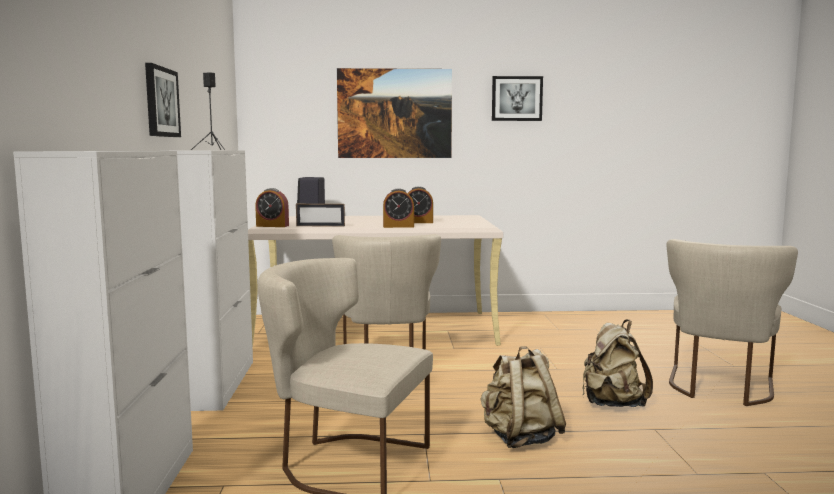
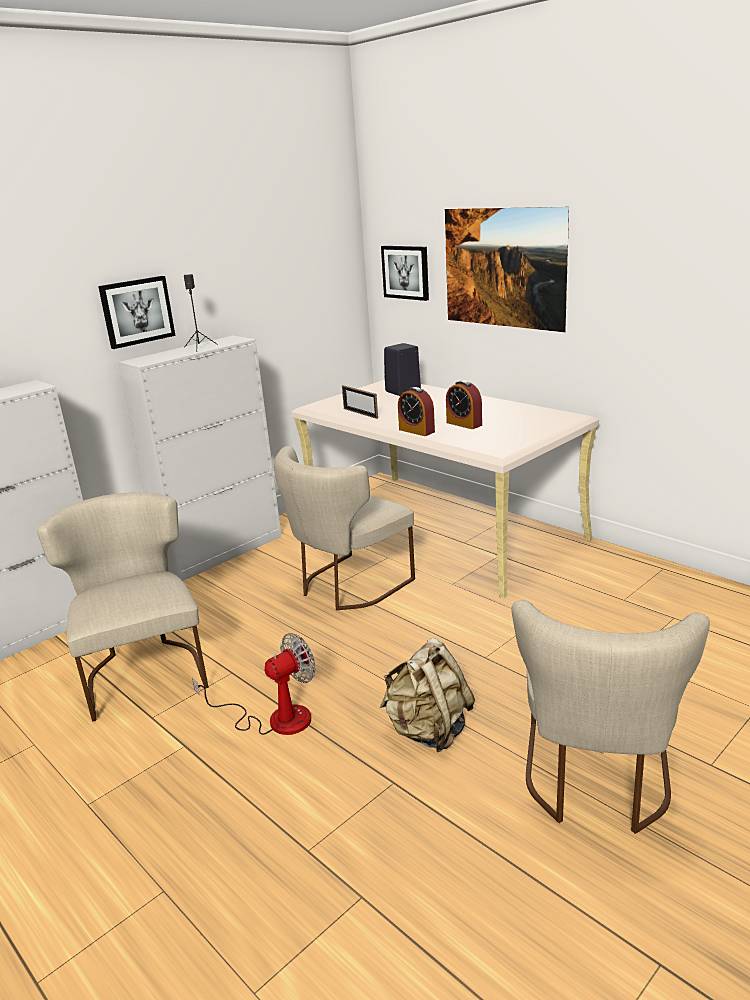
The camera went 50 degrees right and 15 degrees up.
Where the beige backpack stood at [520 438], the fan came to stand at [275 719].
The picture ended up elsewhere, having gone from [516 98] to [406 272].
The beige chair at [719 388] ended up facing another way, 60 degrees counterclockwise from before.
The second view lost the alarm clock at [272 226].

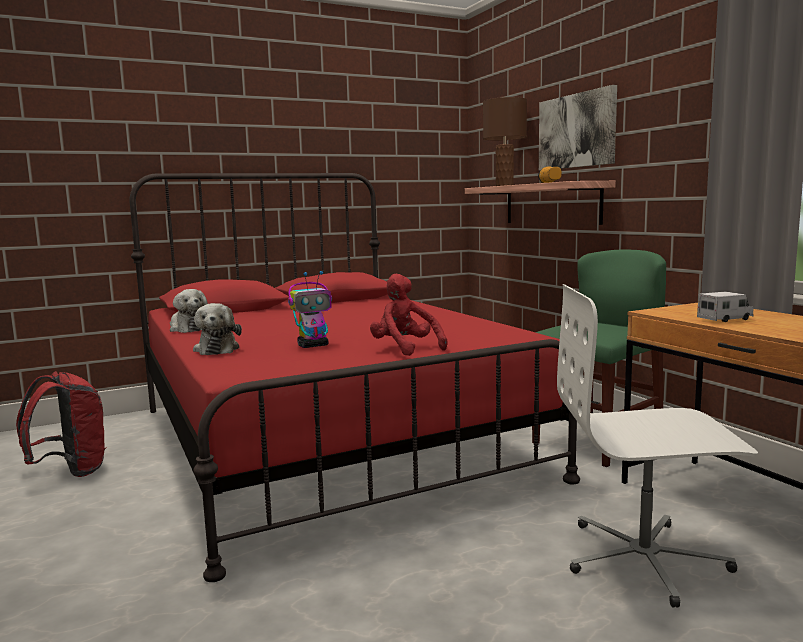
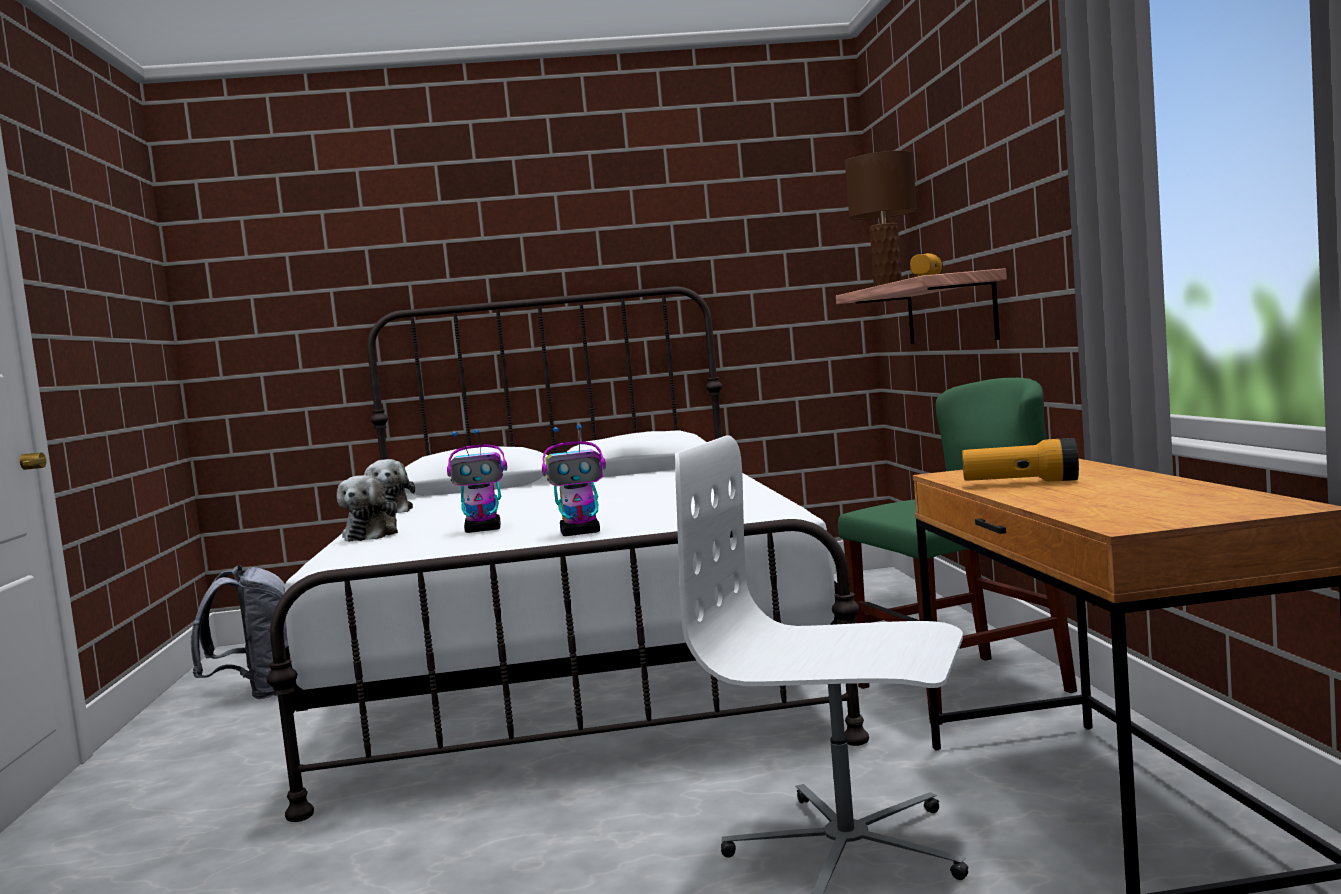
The camera went 20 degrees right and 5 degrees down.
What was the red backpack at [71 471] turned into the grey backpack at [257 693].
What was the red bed at [327 441] turned into the white bed at [576 671].
Where the red plush toy stood at [405 349], the toy robot came to stand at [581 533].
Where the toy truck stood at [725 319], the flashlight came to stand at [1020 483].
The second view lost the picture at [577 131].

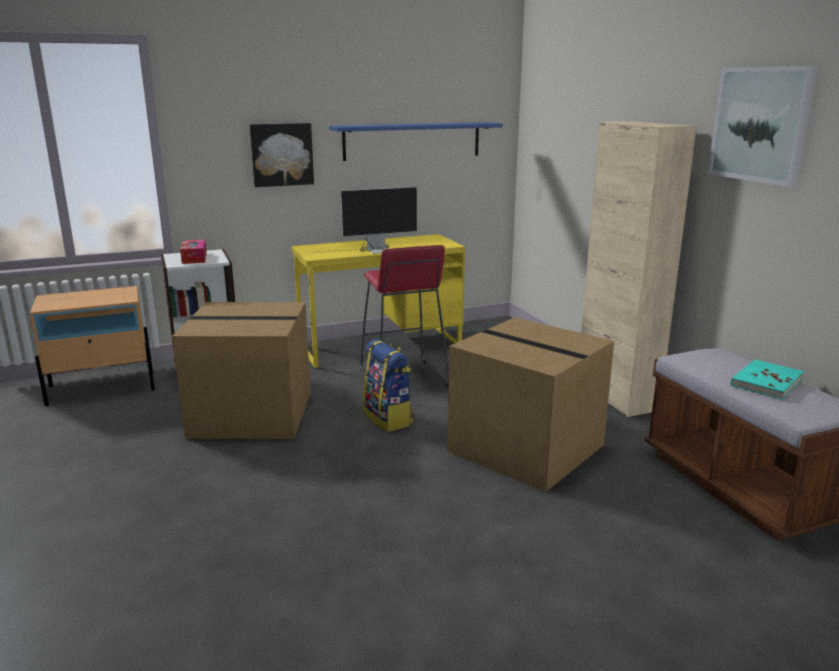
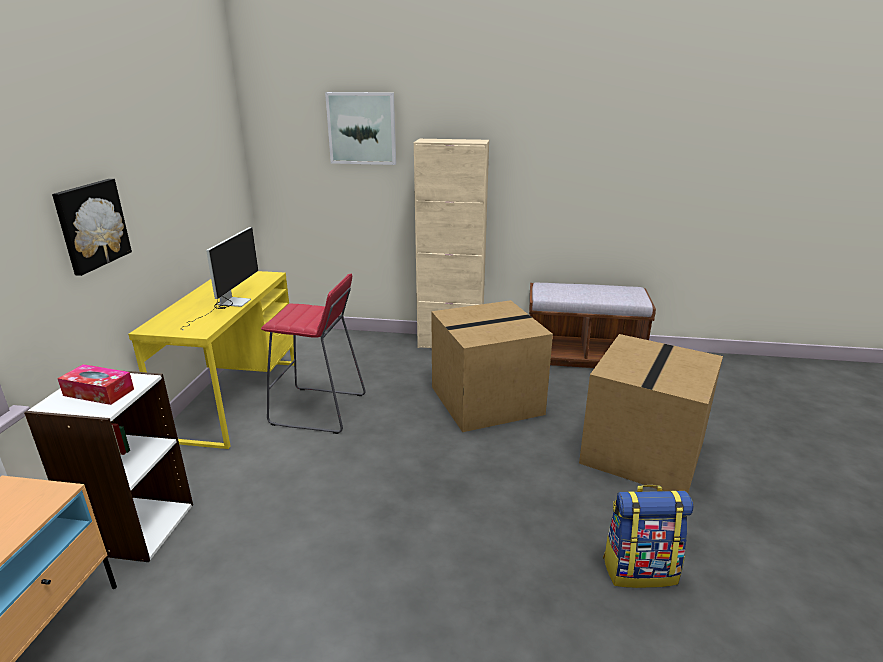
The camera went 60 degrees left and 5 degrees up.
The picture ended up elsewhere, having gone from [761 124] to [362 128].
The cardboard box ended up elsewhere, having gone from [250 415] to [644 453].
The backpack ended up elsewhere, having gone from [389 419] to [639 569].
The second view lost the blue shelf at [412 141].
The second view lost the turquoise book at [766 382].

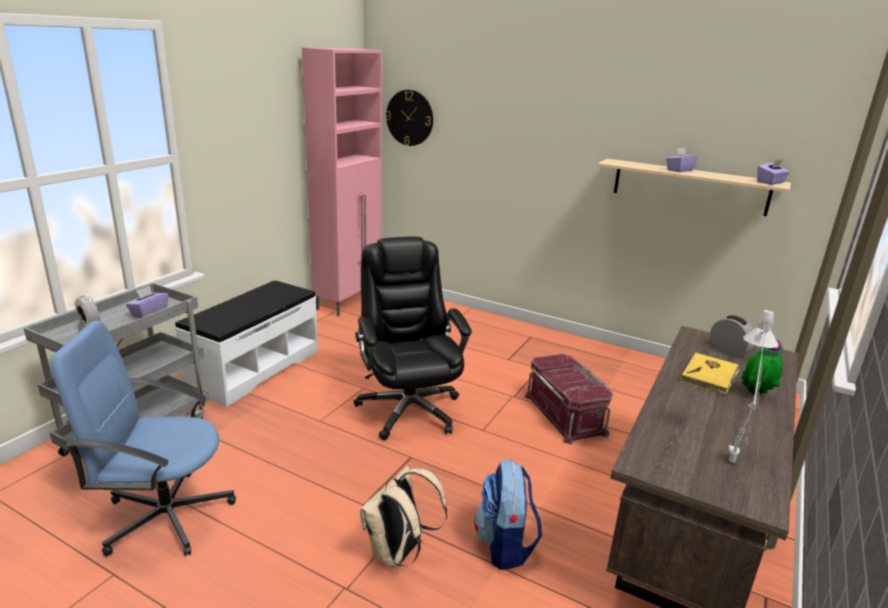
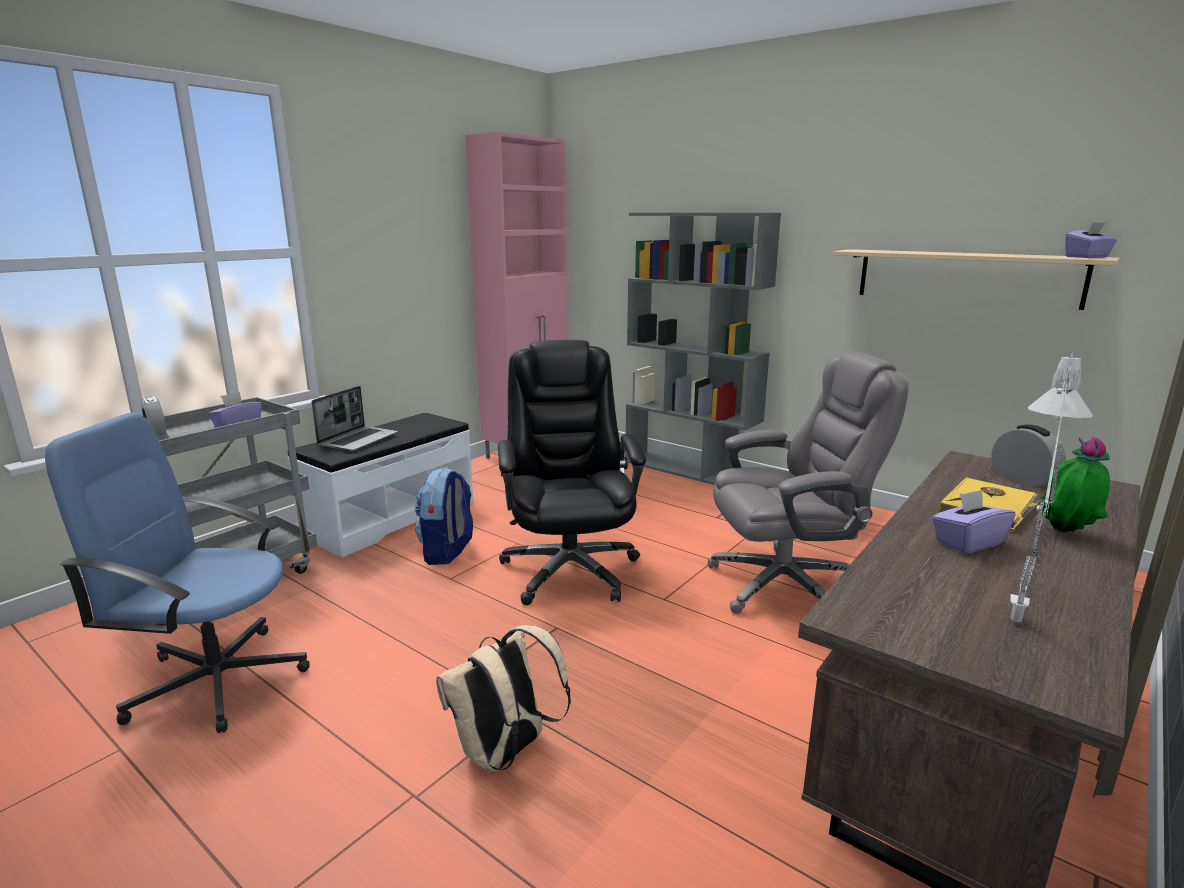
The camera went 10 degrees right and 5 degrees down.
The second view gained the laptop at [358 440].
The backpack ended up elsewhere, having gone from [505 545] to [447 552].
The second view gained the grey bookcase at [690 471].
Where the red storage box stood at [566 414], the grey office chair came to stand at [786 585].
The purple tissue box ended up elsewhere, having gone from [679 170] to [967 543].
The second view lost the wall clock at [409 118].

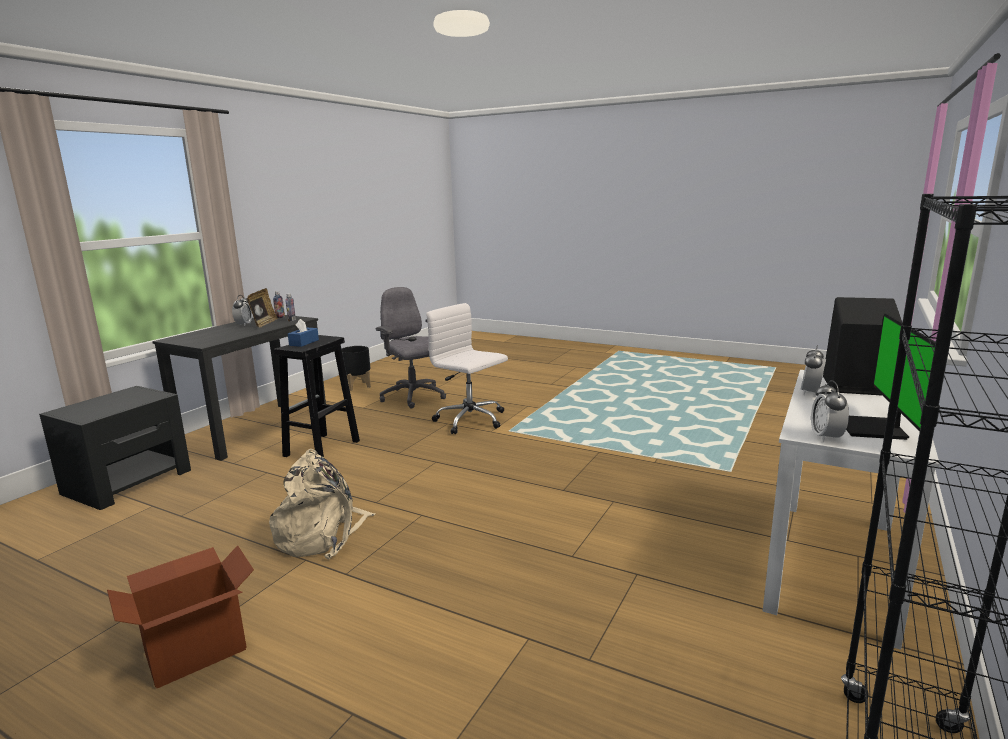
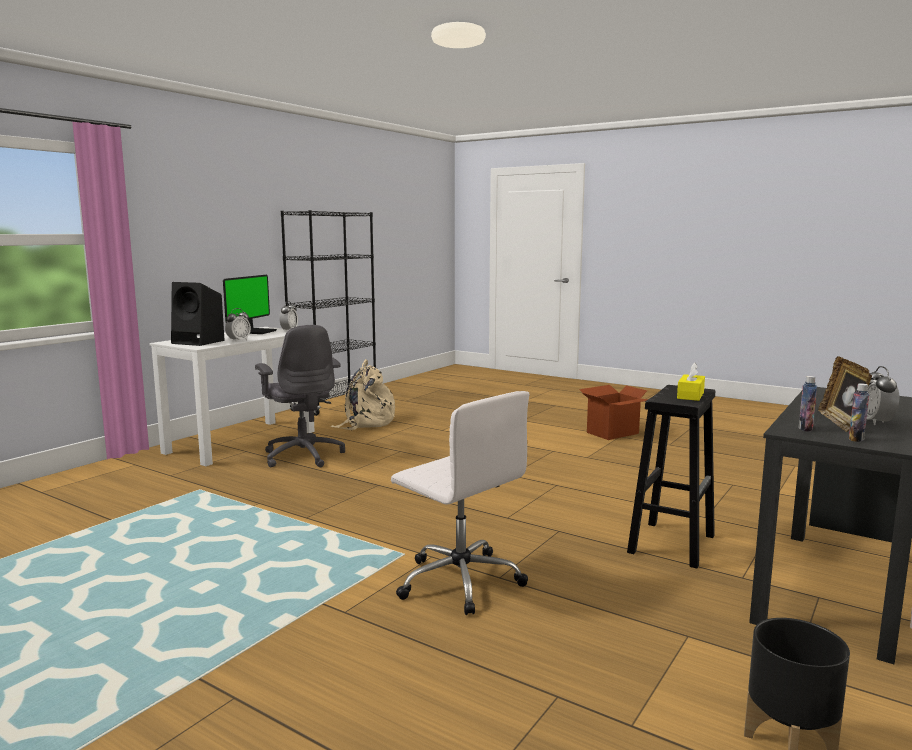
The camera went 175 degrees left and 5 degrees down.
The grey office chair ended up elsewhere, having gone from [413 397] to [303 456].
The beige backpack ended up elsewhere, having gone from [322 535] to [366 422].
What was the blue tissue box at [304 342] turned into the yellow tissue box at [690 395].

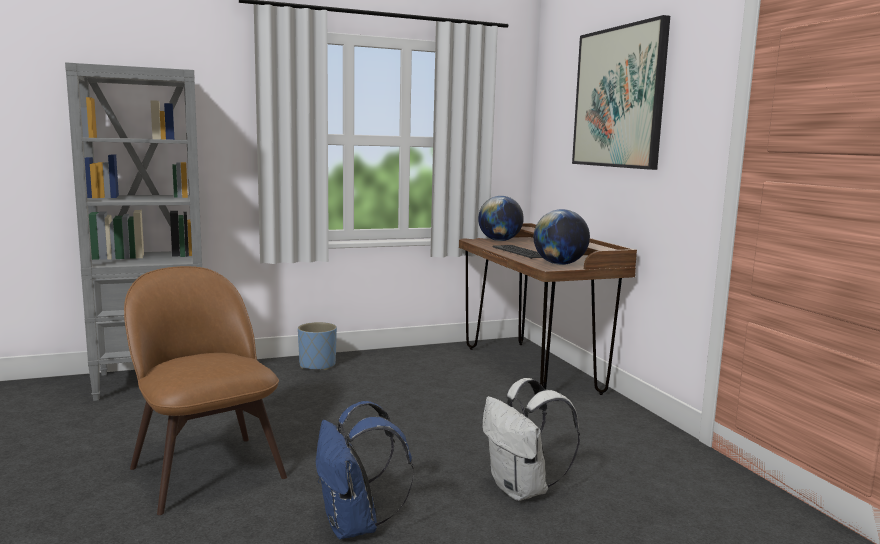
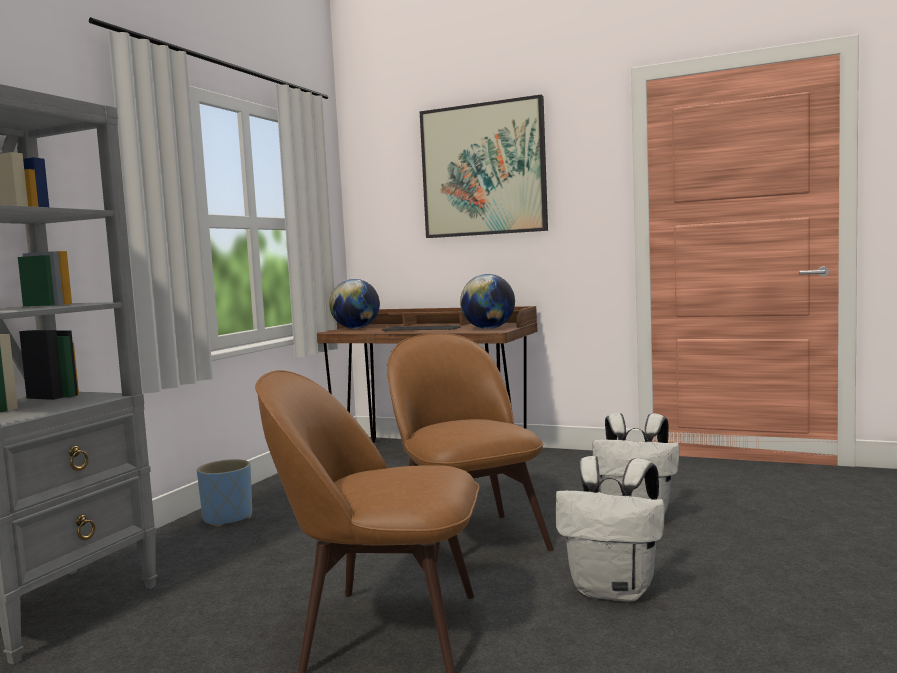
The camera went 45 degrees left and 5 degrees down.
The second view gained the brown chair at [467 540].
What was the blue backpack at [355 526] turned into the white backpack at [614 590].

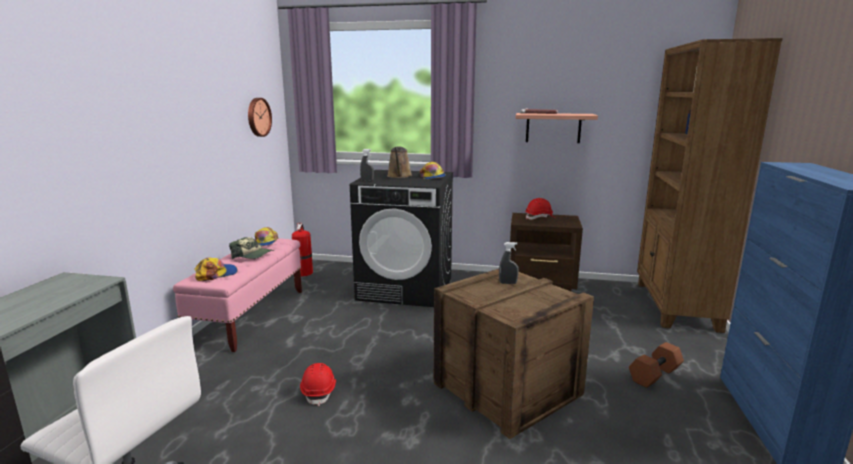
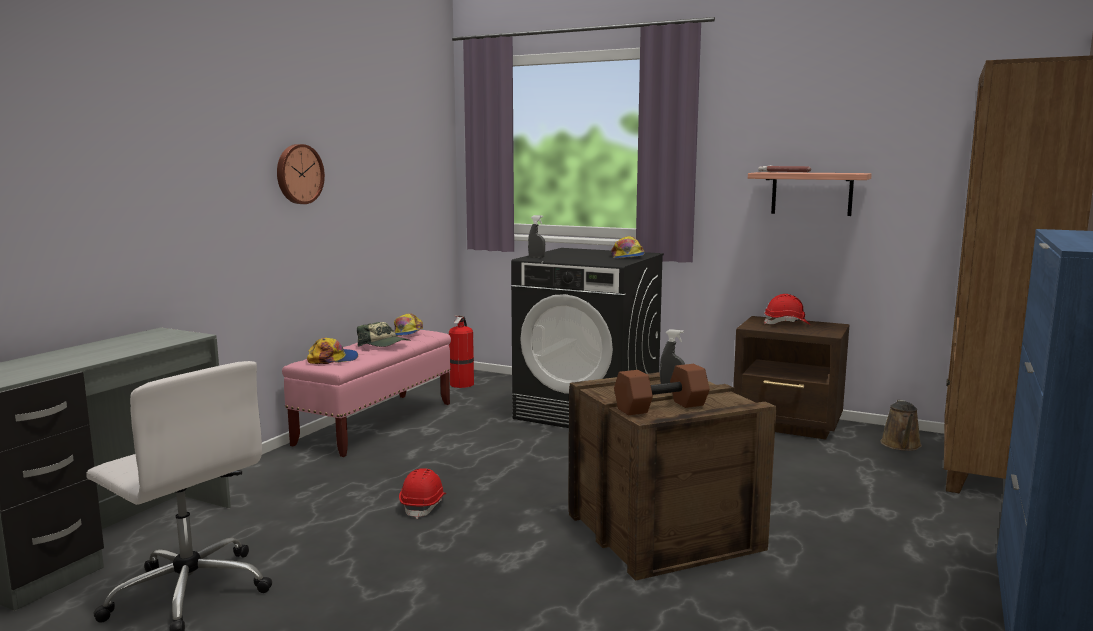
The camera went 15 degrees right and 5 degrees down.
The wall clock ended up elsewhere, having gone from [258 117] to [298 174].
The brown dumbbell ended up elsewhere, having gone from [655 375] to [661 408].
The brown watering can ended up elsewhere, having gone from [399 176] to [901 445].

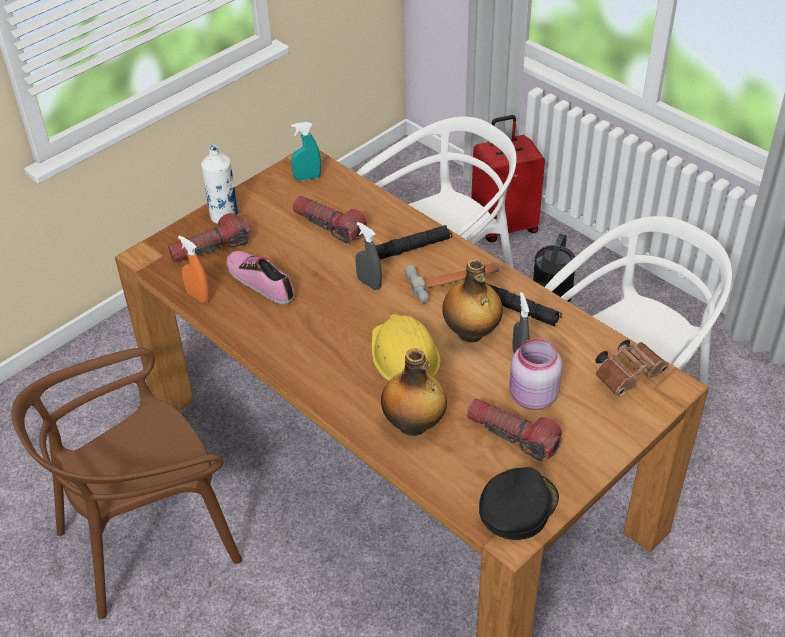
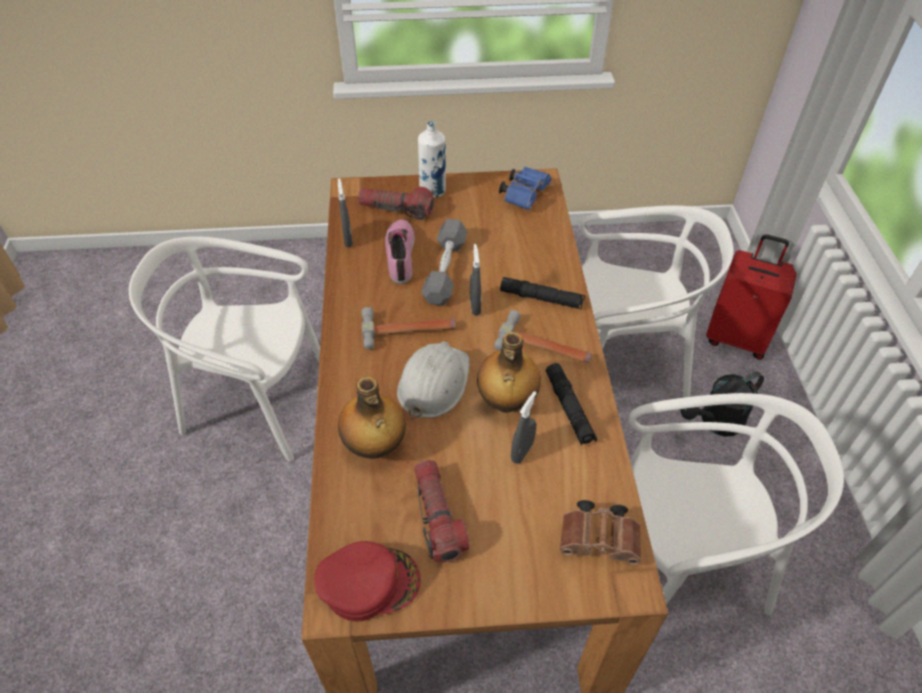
The camera went 40 degrees right and 5 degrees up.
What was the brown chair at [148 540] turned into the white chair at [256 402].
What was the black cap at [517 506] turned into the red cap at [369 582].
What was the orange spray bottle at [198 296] turned into the grey spray bottle at [348 239].
The second view gained the hammer at [409 330].
What was the yellow hard hat at [404 355] turned into the white hard hat at [433 383].
The second view gained the grey dumbbell at [445 270].
Where the turquoise spray bottle stood at [307 178], the blue binoculars came to stand at [525 194].
The second view lost the flashlight at [329 226].
The second view lost the pink jar at [531 397].

